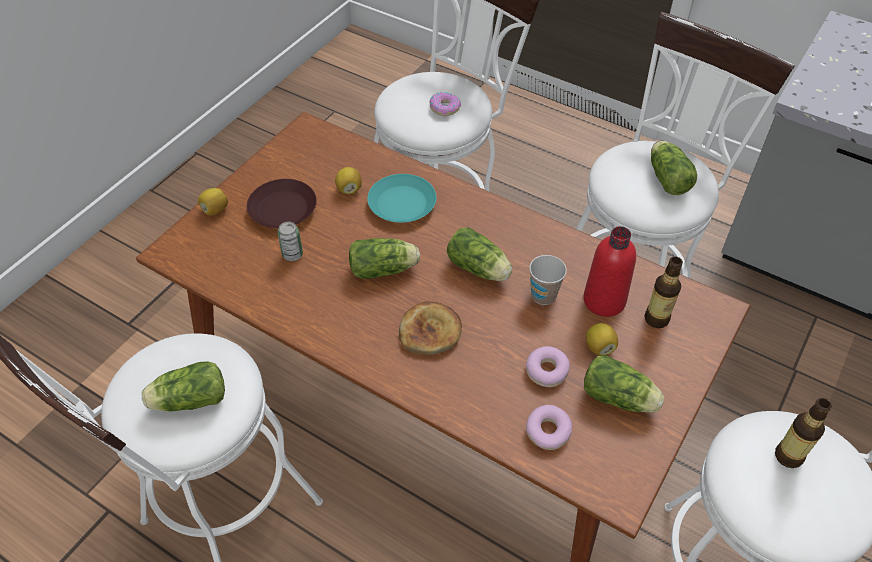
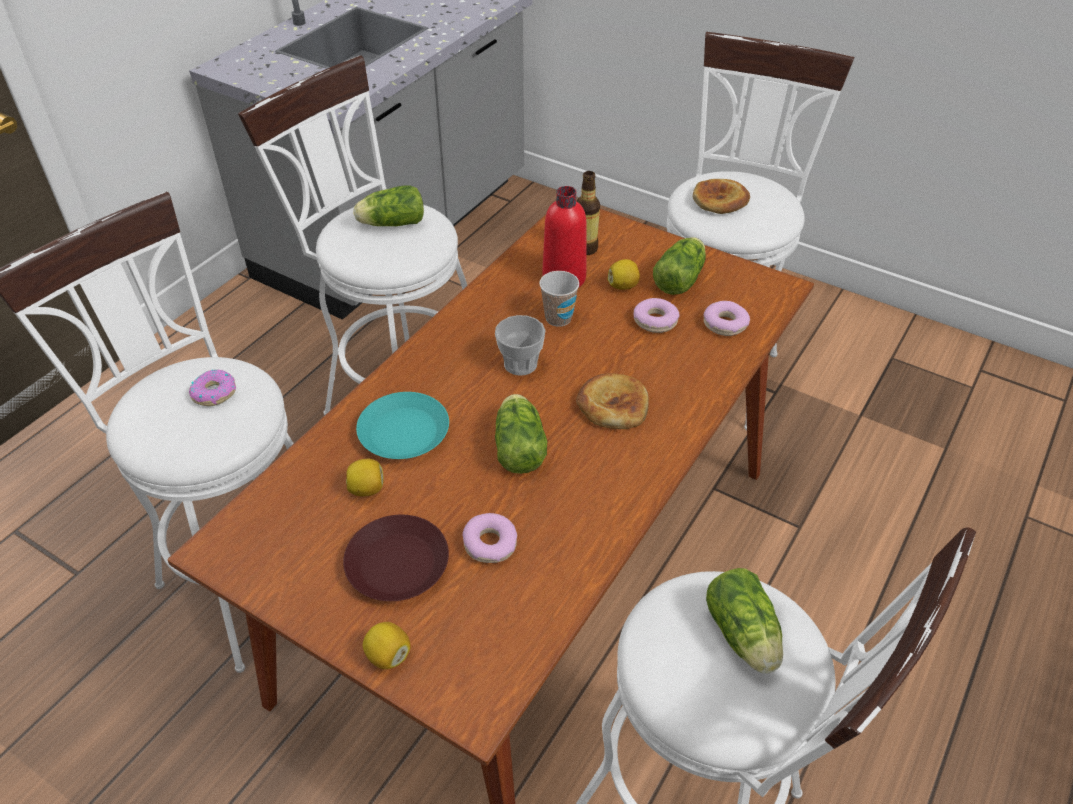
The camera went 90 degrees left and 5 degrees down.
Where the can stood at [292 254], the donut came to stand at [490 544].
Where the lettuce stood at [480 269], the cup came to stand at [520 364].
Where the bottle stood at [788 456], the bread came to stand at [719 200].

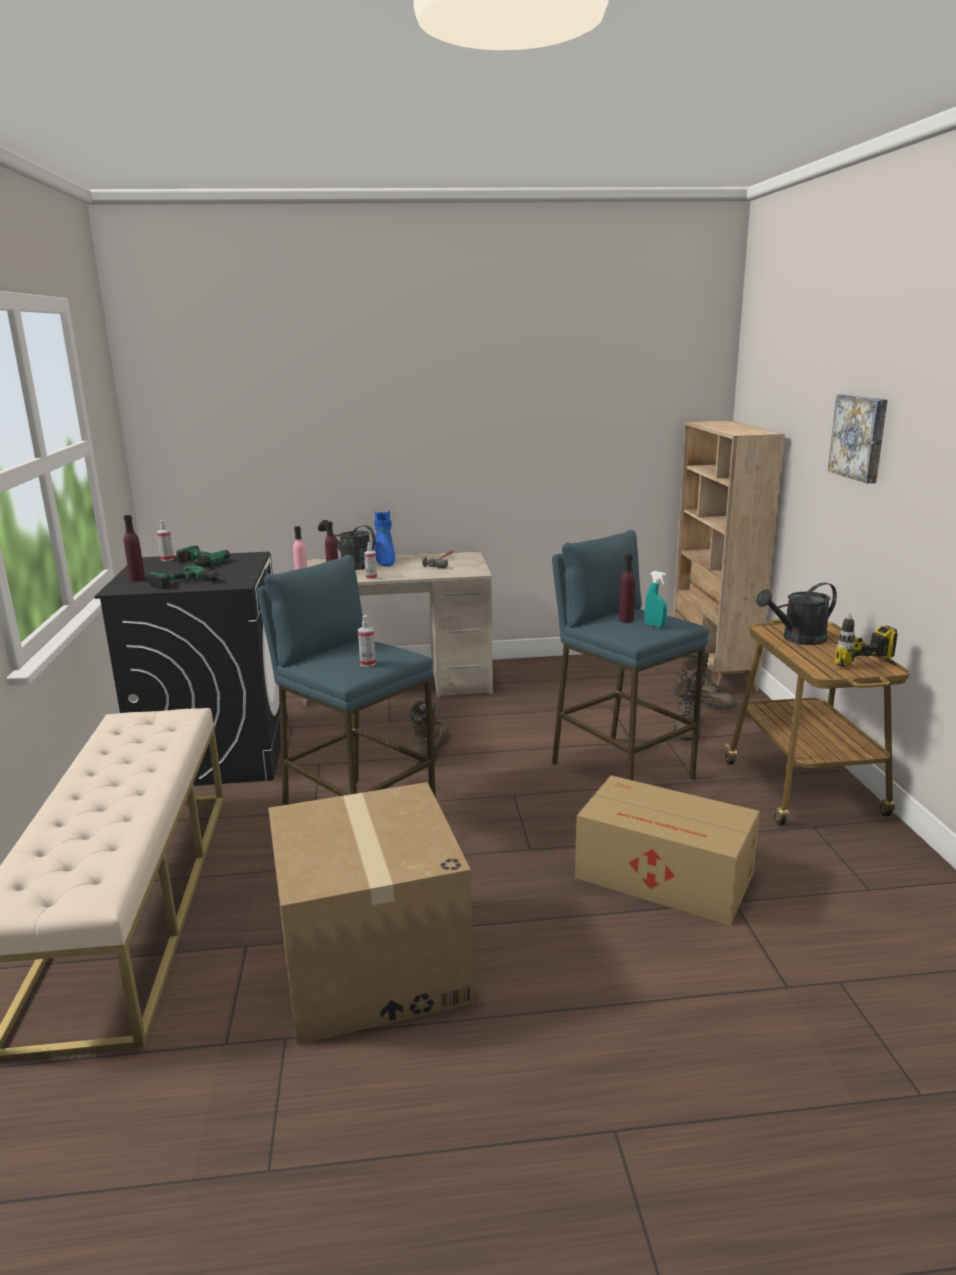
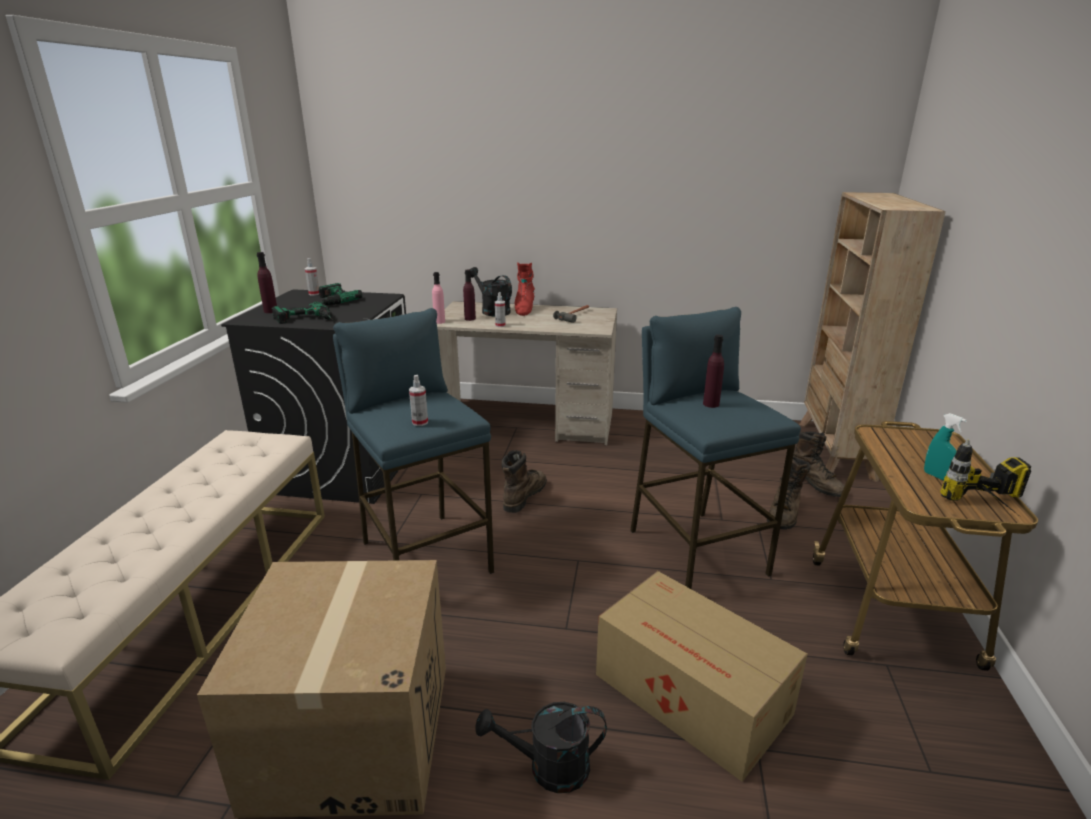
The camera went 15 degrees right and 5 degrees up.
The black watering can ended up elsewhere, having gone from [797 639] to [548 768].
What was the blue boot at [384 561] turned into the red boot at [524 309].
The turquoise spray bottle ended up elsewhere, having gone from [654 625] to [937 476].
The second view lost the picture at [860 437].

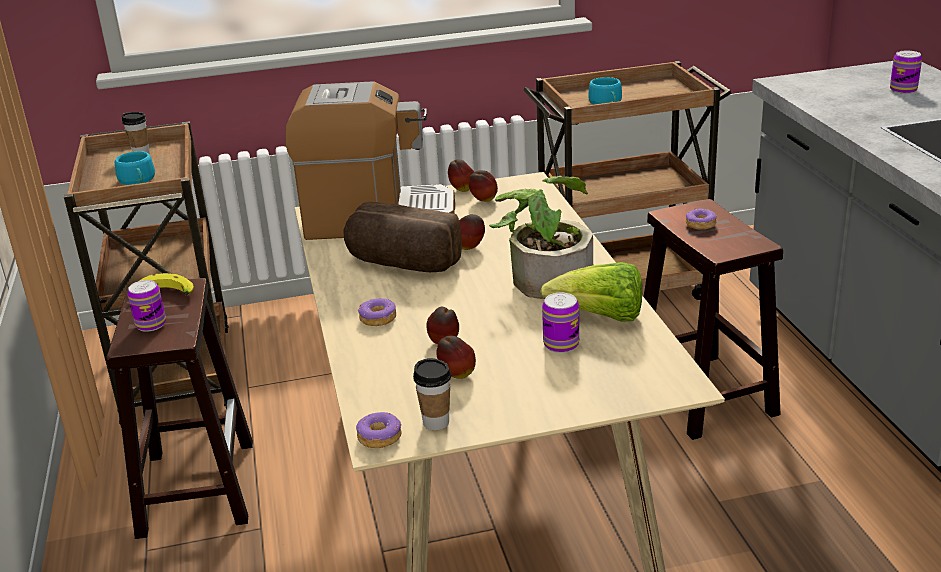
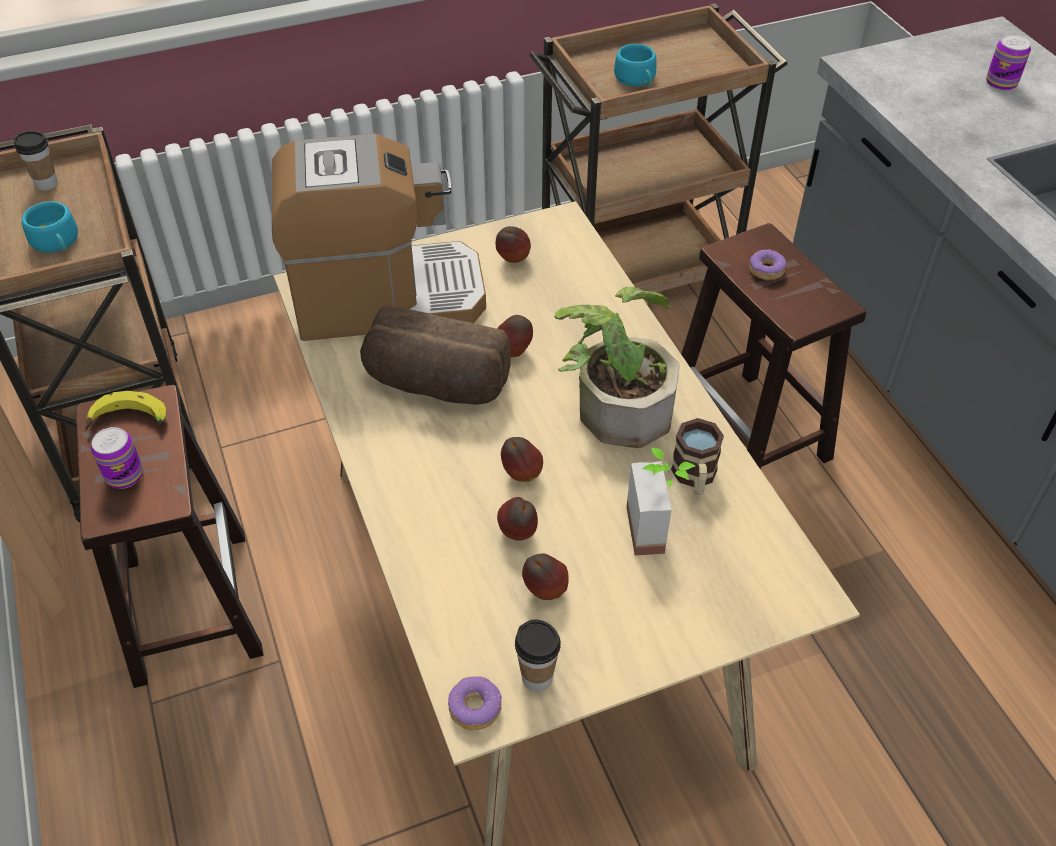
The camera went 10 degrees left and 20 degrees up.
The apple ended up elsewhere, having gone from [461 190] to [521 475].
Where the can stood at [561 344], the potted plant came to stand at [657 529].
Where the lettuce stood at [600 317], the mug came to stand at [695 477].
The second view lost the donut at [378 318].

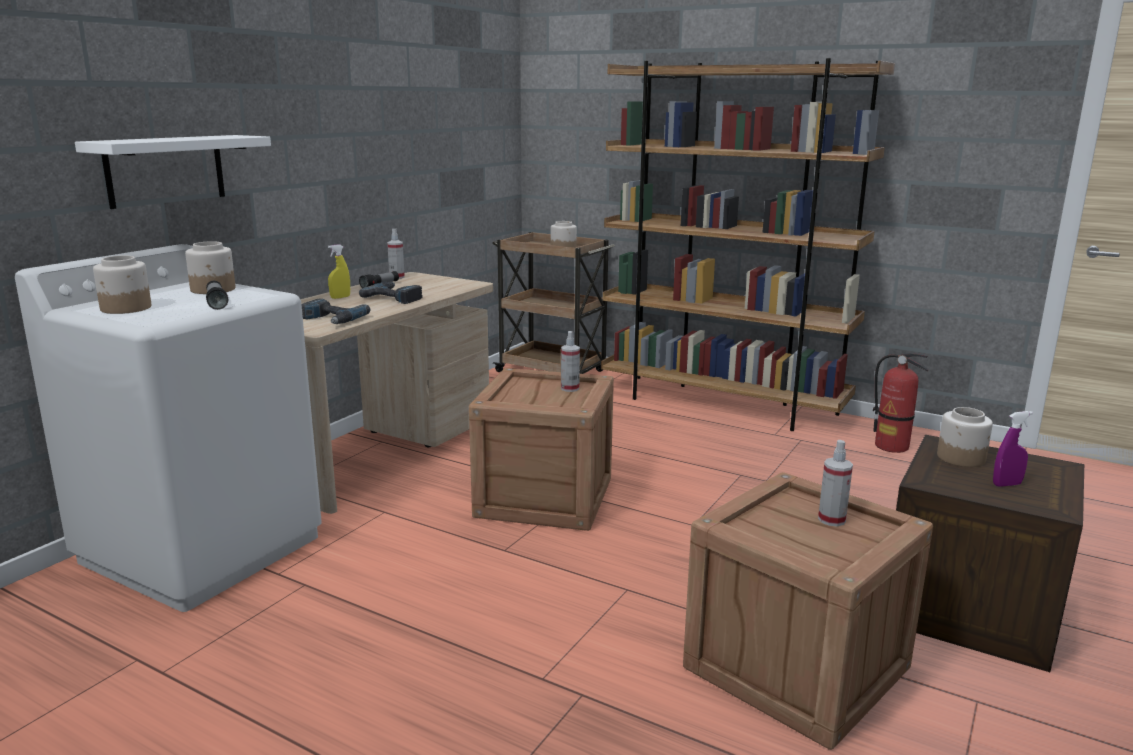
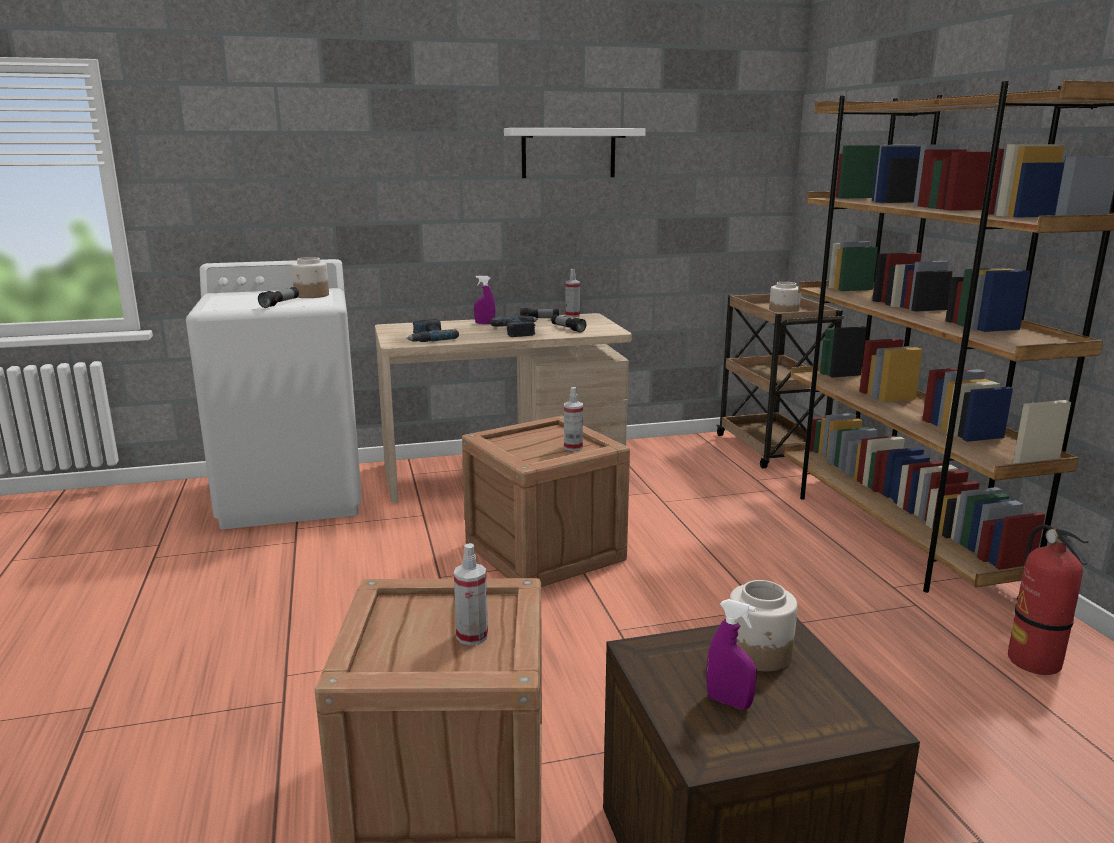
The camera went 45 degrees right and 0 degrees up.
What was the yellow spray bottle at [340 297] turned into the purple spray bottle at [485 323].
The white shelf ended up elsewhere, having gone from [166 170] to [568 153].
The second view gained the flashlight at [567 329].
The second view lost the jar at [126 308].

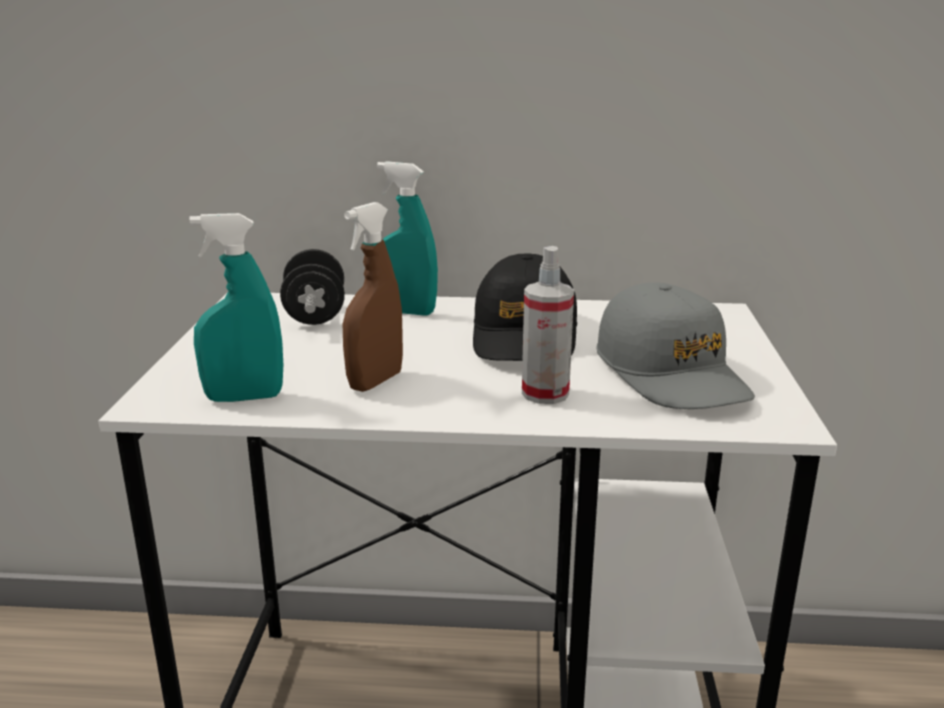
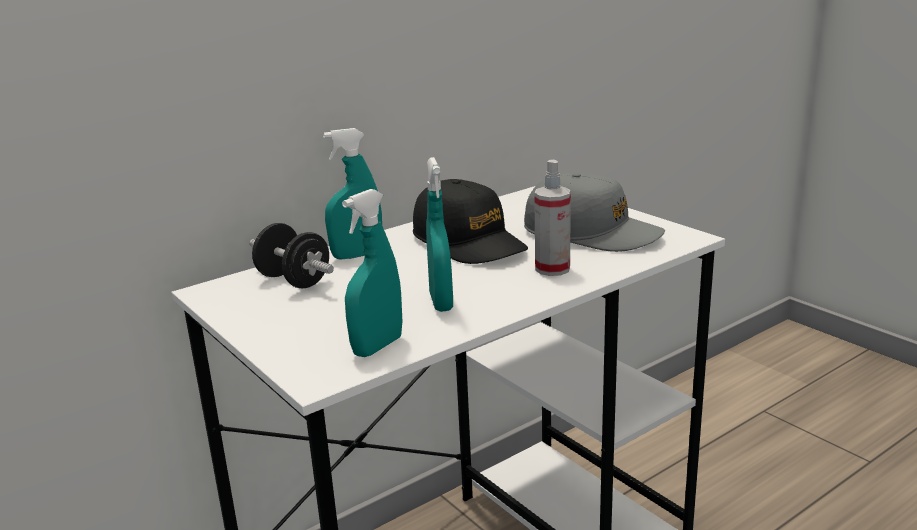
The camera went 40 degrees left and 0 degrees up.
What was the brown spray bottle at [375 382] turned into the turquoise spray bottle at [441 302].

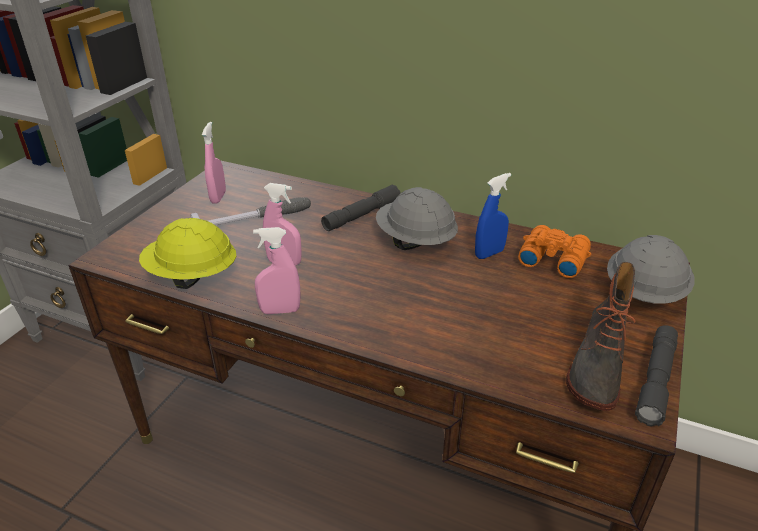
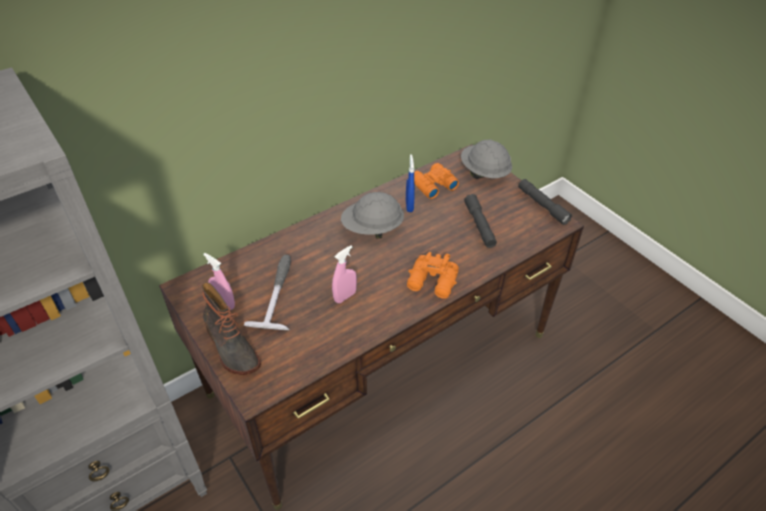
The camera went 60 degrees left and 10 degrees up.
The boot ended up elsewhere, having gone from [595 367] to [231 348].
The second view gained the orange binoculars at [433 283].
The grey flashlight ended up elsewhere, having gone from [361 215] to [479 225].
The second view lost the yellow hard hat at [192 276].
The second view lost the pink spray bottle at [280 310].

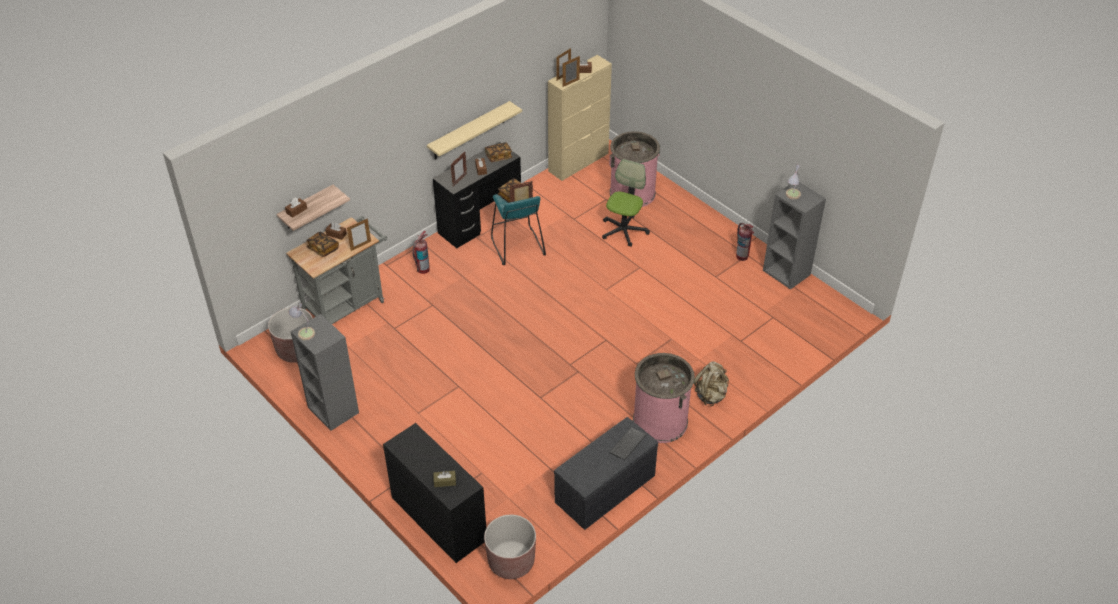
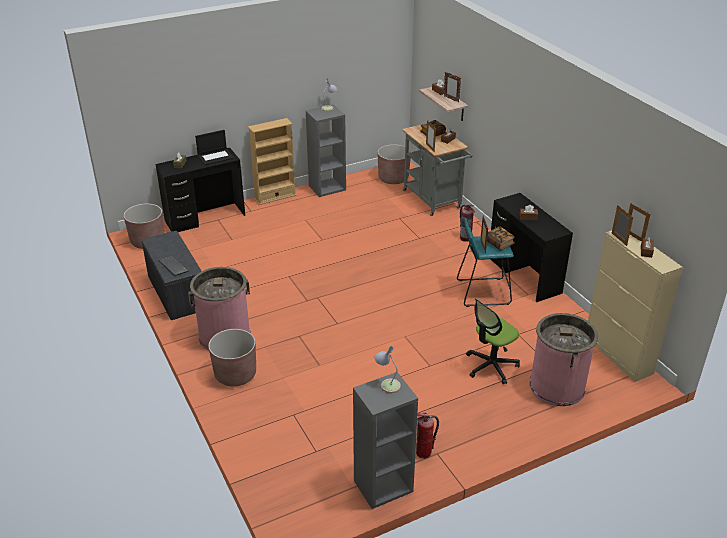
The camera went 105 degrees right and 10 degrees down.
The second view gained the laptop at [216 157].
Where the beige backpack stood at [711 395], the brown planter came to stand at [235 374].
The second view gained the beige bookcase at [275 197].
The picture frame ended up elsewhere, having gone from [459 180] to [451 99].
The office chair at [624 231] ended up facing another way, 105 degrees clockwise from before.
The second view lost the beige shelf at [469 131].
The second view lost the book at [498 157].

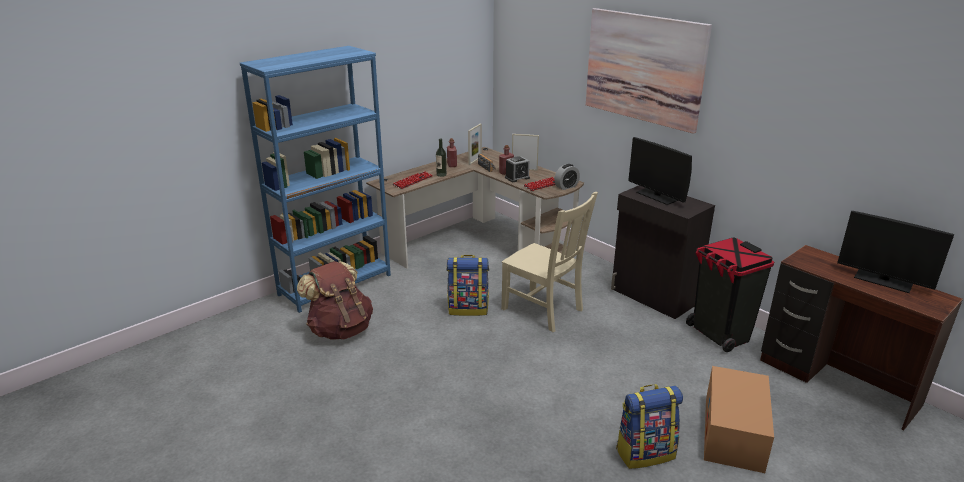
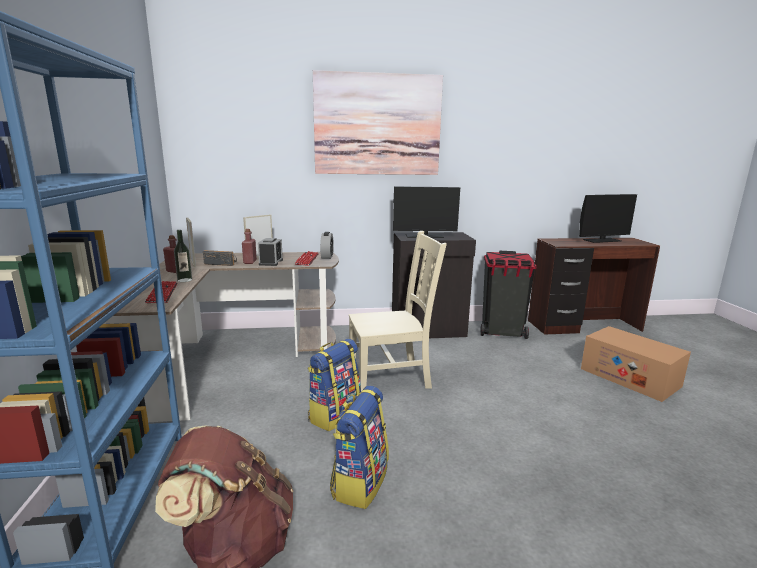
The camera went 55 degrees left and 10 degrees down.
The backpack ended up elsewhere, having gone from [645 453] to [359 482].

